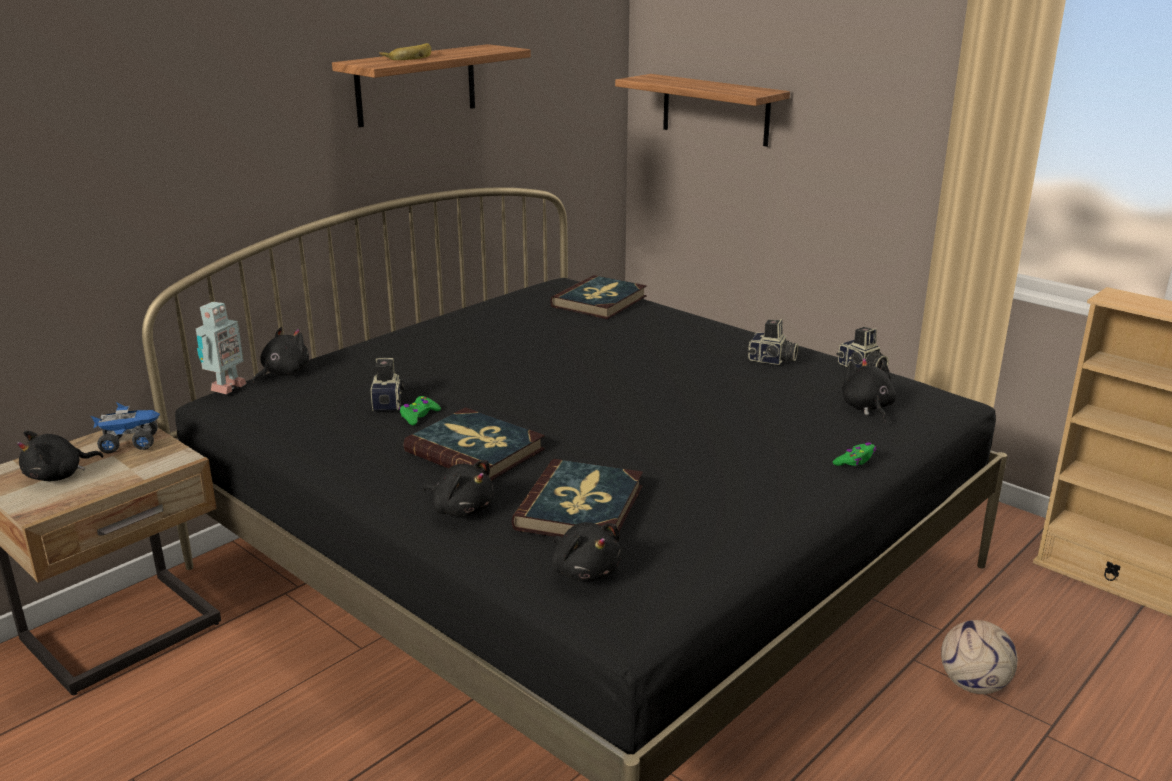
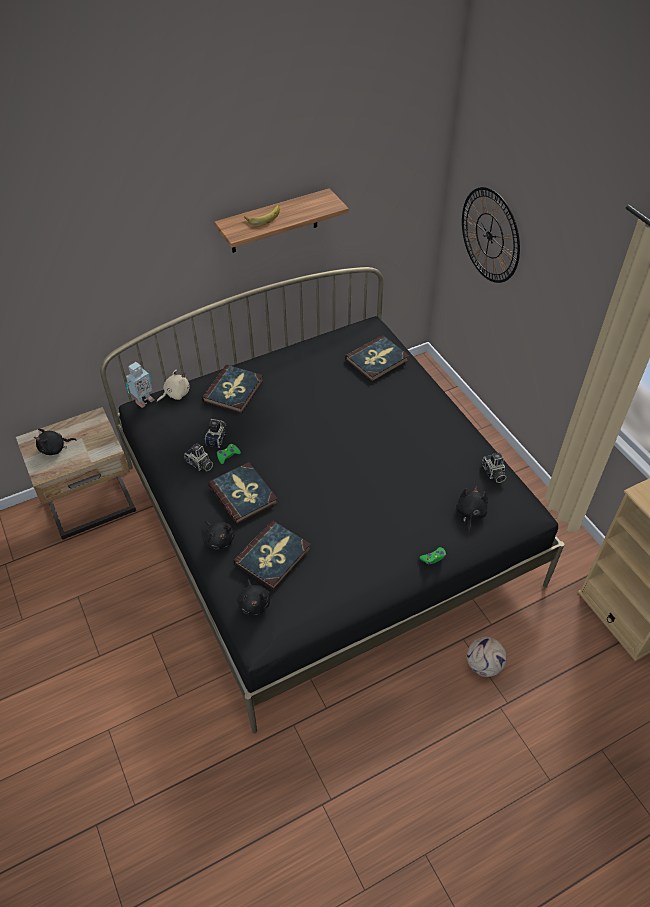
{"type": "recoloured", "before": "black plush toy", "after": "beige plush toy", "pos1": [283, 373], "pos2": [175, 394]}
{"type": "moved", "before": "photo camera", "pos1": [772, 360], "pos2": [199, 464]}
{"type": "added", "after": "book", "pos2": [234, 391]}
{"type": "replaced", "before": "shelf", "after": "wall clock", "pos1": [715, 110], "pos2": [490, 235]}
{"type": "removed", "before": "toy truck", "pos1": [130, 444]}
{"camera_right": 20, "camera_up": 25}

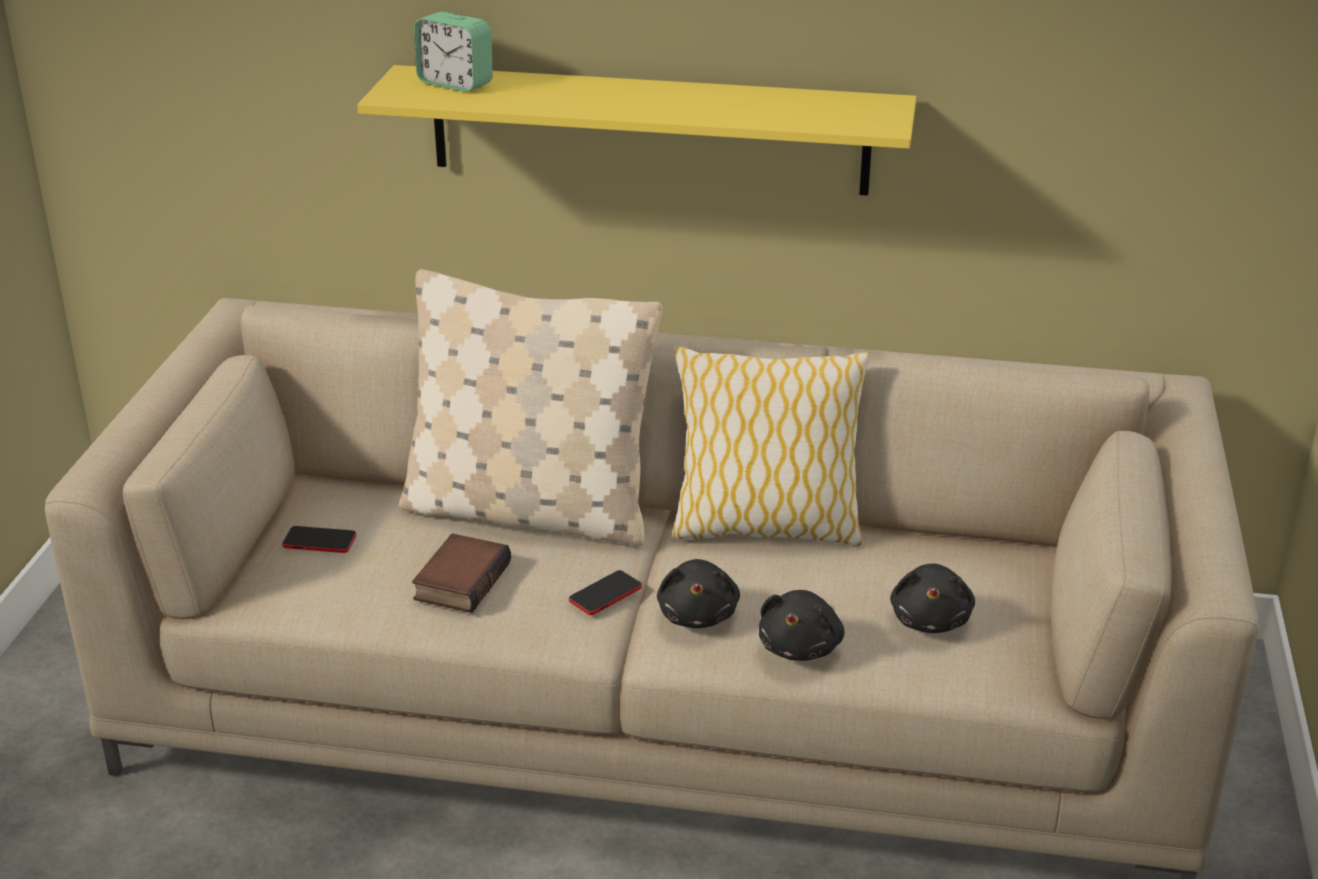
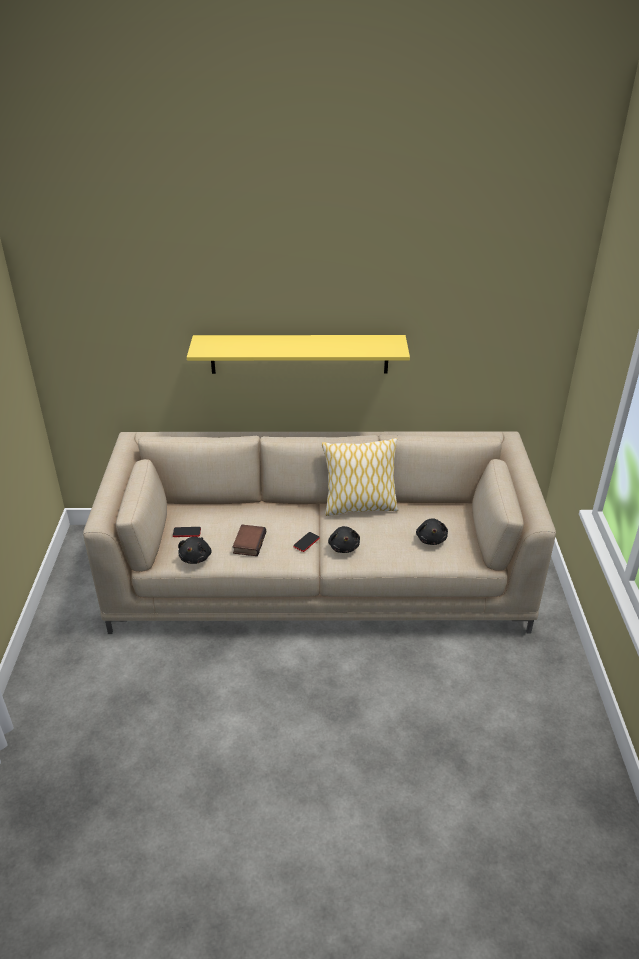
{"type": "moved", "before": "black plush toy", "pos1": [801, 647], "pos2": [196, 557]}
{"type": "removed", "before": "beige pillow", "pos1": [529, 511]}
{"type": "removed", "before": "alarm clock", "pos1": [455, 83]}
{"camera_right": -10, "camera_up": 5}

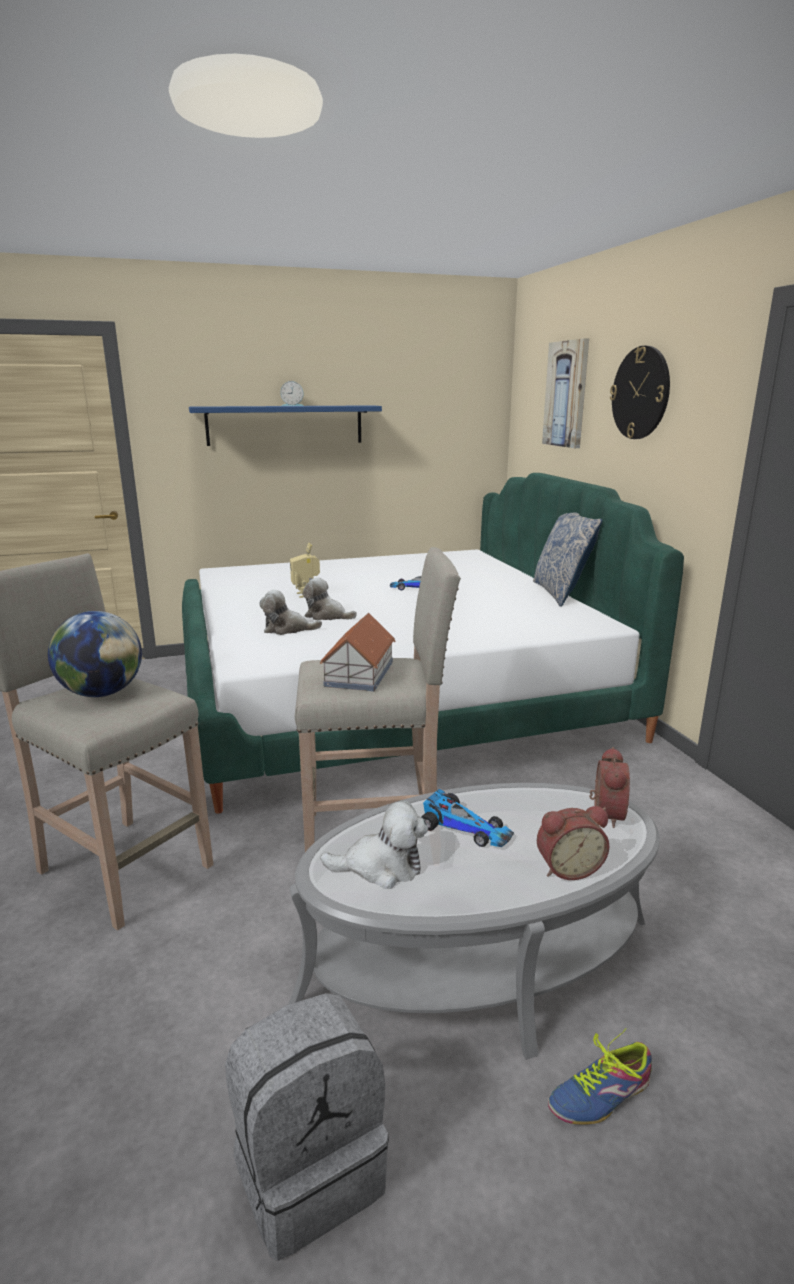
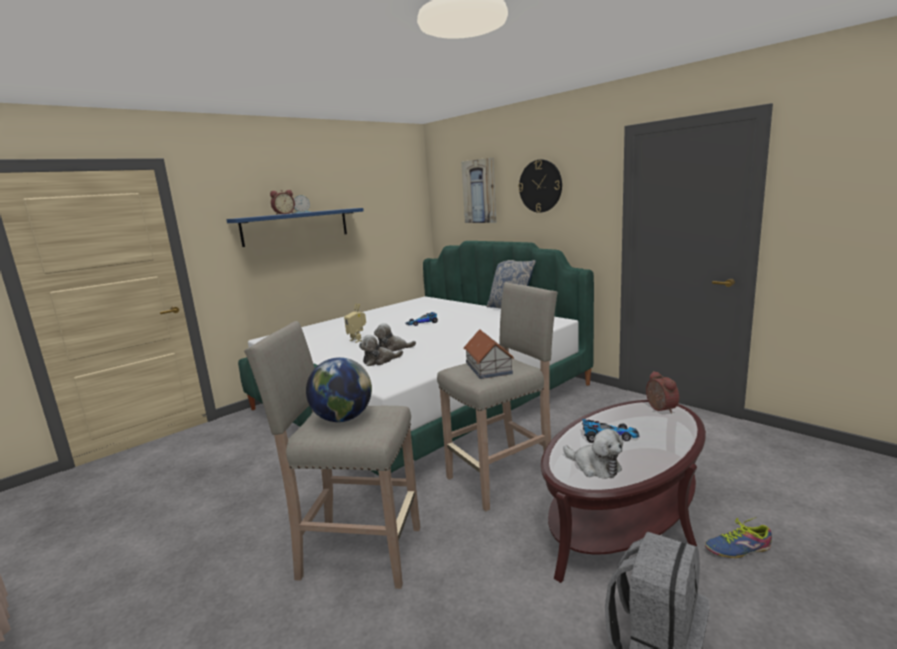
{"type": "moved", "before": "alarm clock", "pos1": [568, 867], "pos2": [284, 214]}
{"type": "recoloured", "before": "grey coffee table", "after": "brown coffee table", "pos1": [478, 960], "pos2": [623, 515]}
{"type": "turned", "before": "plush toy", "pos1": [381, 867], "pos2": [594, 466], "turn": 75}
{"type": "turned", "before": "shoe", "pos1": [601, 1094], "pos2": [738, 549], "turn": 45}
{"camera_right": -25, "camera_up": -5}

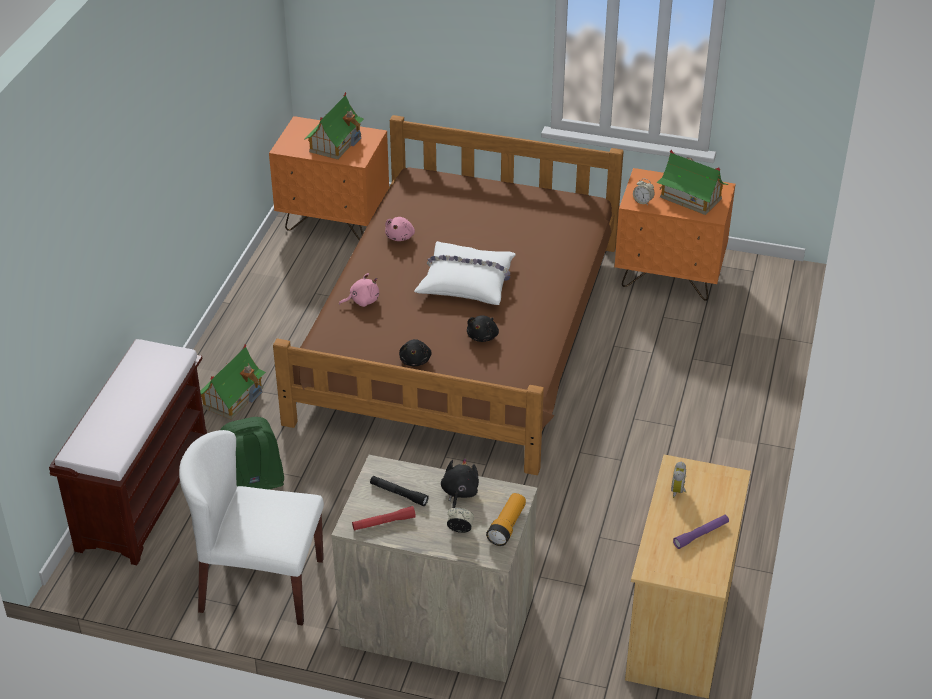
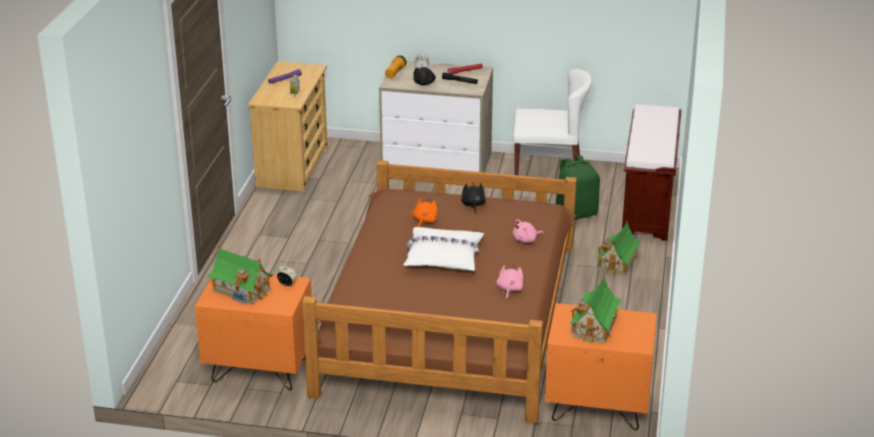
{"type": "recoloured", "before": "black plush toy", "after": "orange plush toy", "pos1": [483, 336], "pos2": [424, 221]}
{"camera_right": 175, "camera_up": -10}

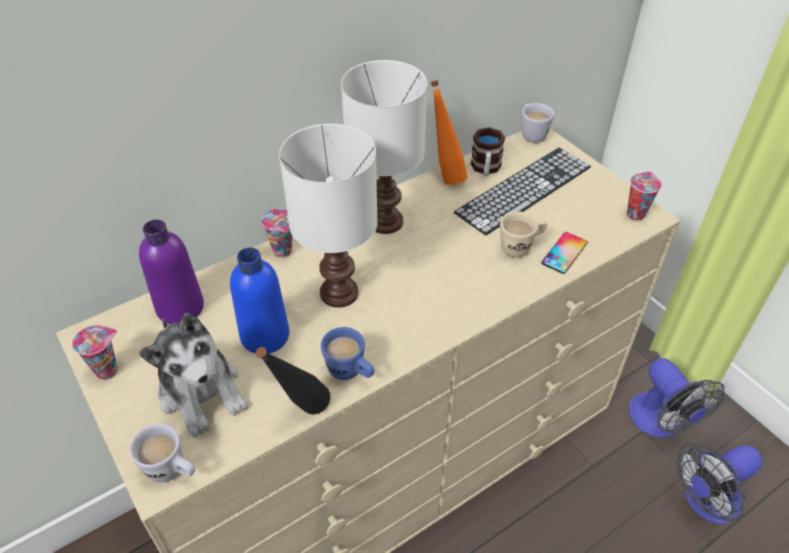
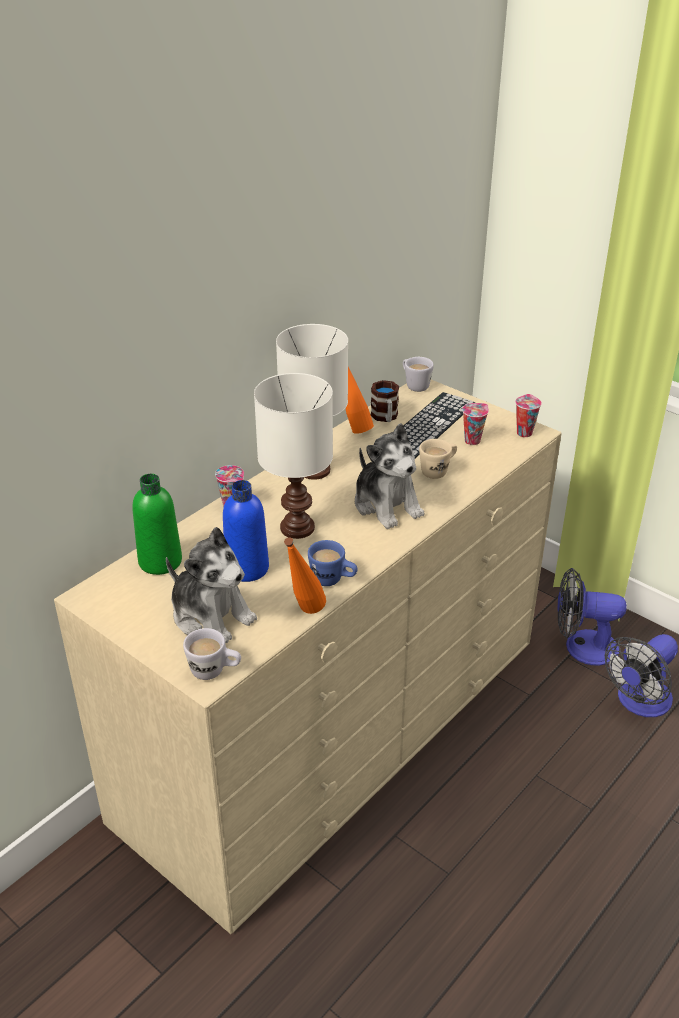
{"type": "recoloured", "before": "purple bottle", "after": "green bottle", "pos1": [180, 307], "pos2": [160, 561]}
{"type": "recoloured", "before": "black bottle", "after": "orange bottle", "pos1": [301, 414], "pos2": [304, 615]}
{"type": "added", "after": "plush toy", "pos2": [387, 505]}
{"type": "moved", "before": "cup", "pos1": [108, 369], "pos2": [472, 440]}
{"type": "turned", "before": "fan", "pos1": [661, 423], "pos2": [581, 647], "turn": 135}
{"type": "removed", "before": "phone", "pos1": [564, 253]}
{"camera_right": -15, "camera_up": -10}

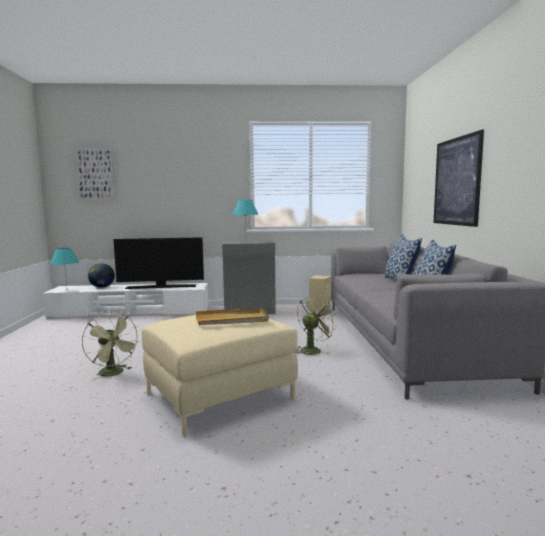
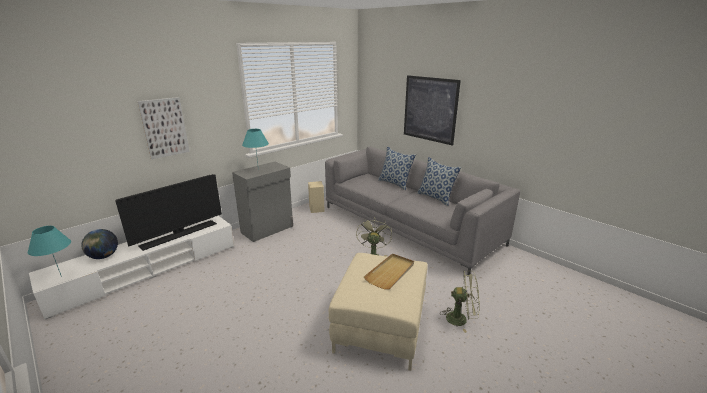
{"type": "moved", "before": "picture", "pos1": [95, 174], "pos2": [164, 127]}
{"type": "moved", "before": "green fan", "pos1": [114, 374], "pos2": [461, 319]}
{"camera_right": -40, "camera_up": 15}

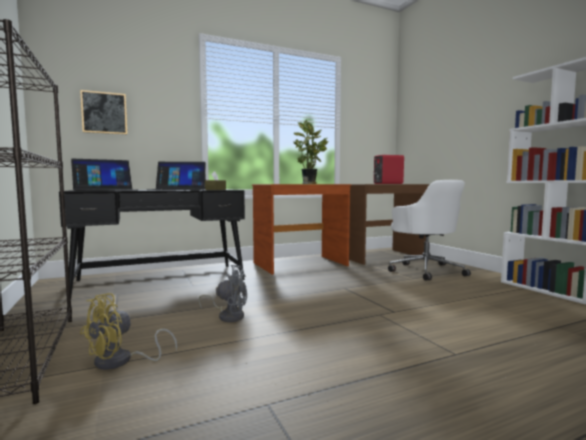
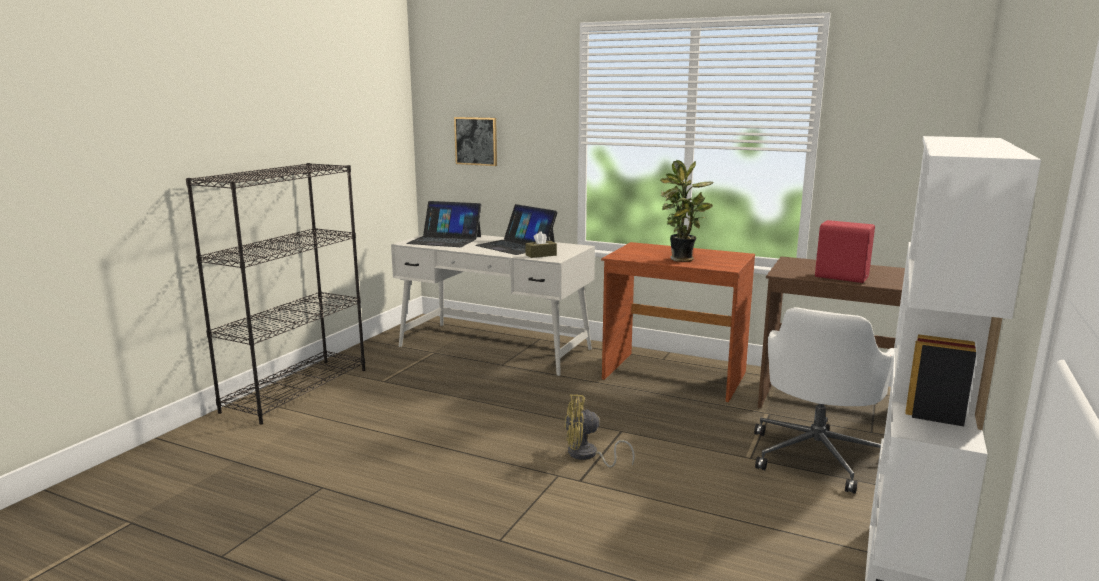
{"type": "recoloured", "before": "black desk", "after": "white desk", "pos1": [161, 280], "pos2": [494, 347]}
{"type": "moved", "before": "yellow fan", "pos1": [121, 361], "pos2": [587, 455]}
{"type": "removed", "before": "grey fan", "pos1": [228, 316]}
{"camera_right": 50, "camera_up": 10}

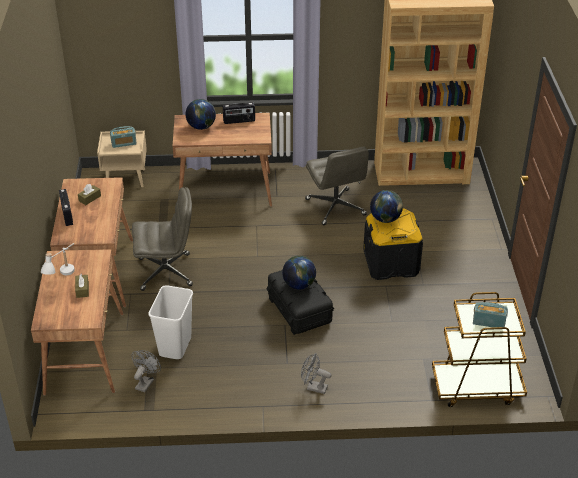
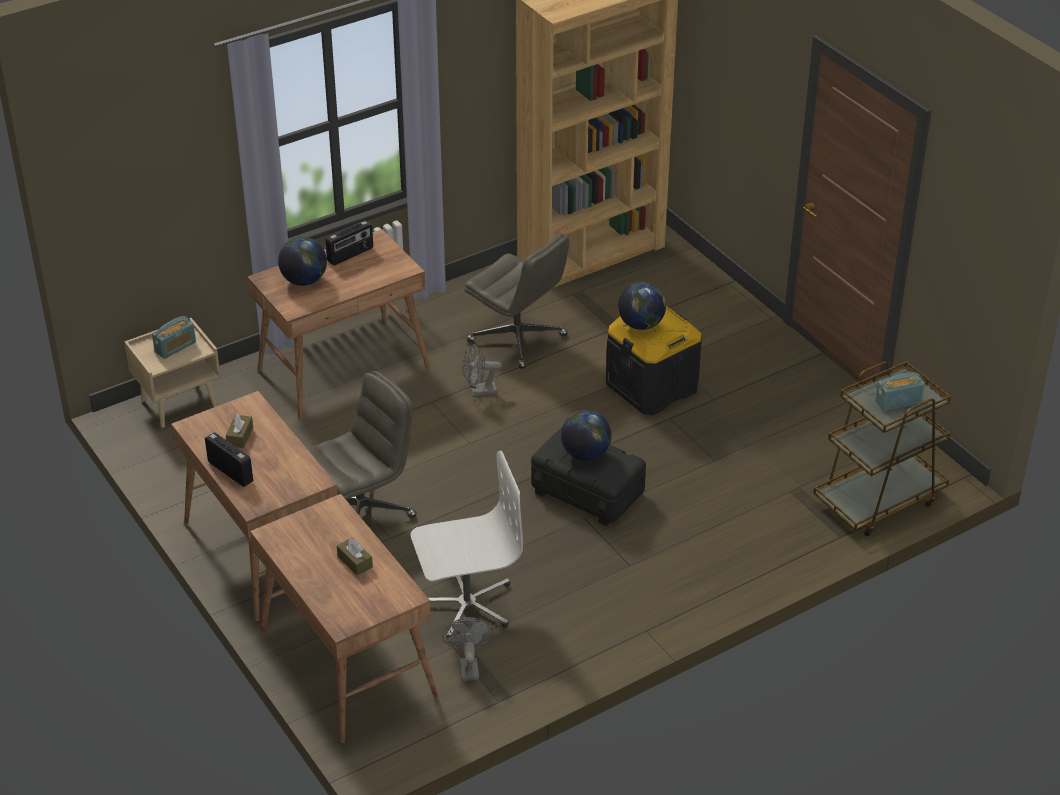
{"type": "replaced", "before": "white trash can", "after": "white office chair", "pos1": [175, 347], "pos2": [466, 604]}
{"type": "moved", "before": "grey fan", "pos1": [313, 387], "pos2": [479, 391]}
{"type": "removed", "before": "white table lamp", "pos1": [63, 277]}
{"camera_right": -30, "camera_up": 0}

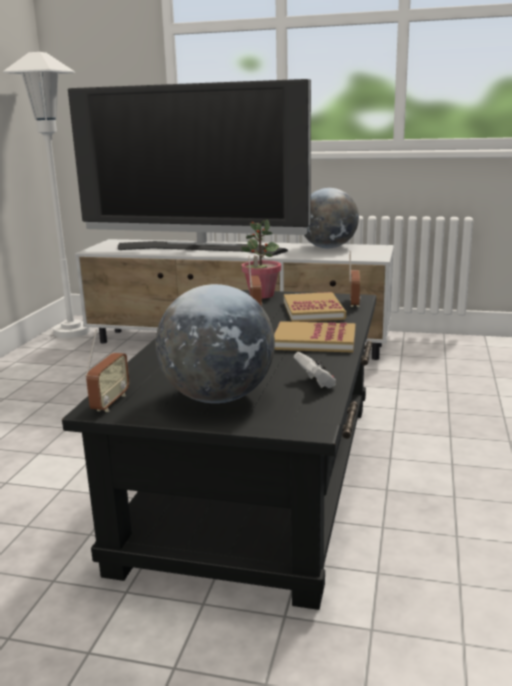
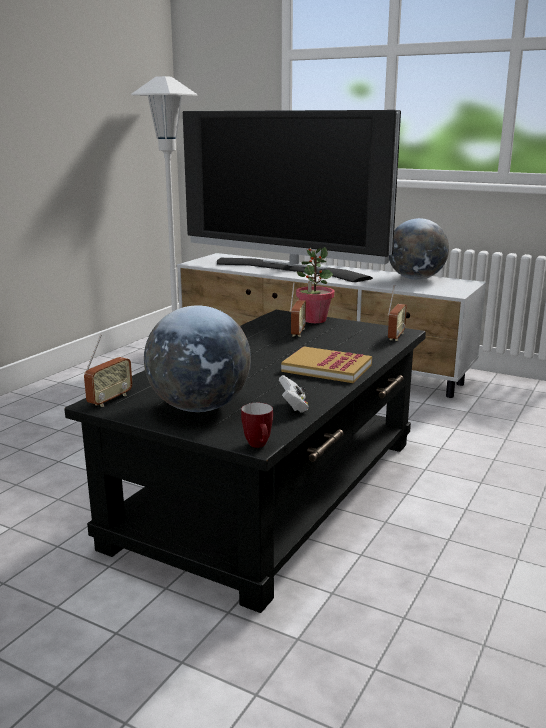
{"type": "added", "after": "mug", "pos2": [259, 446]}
{"type": "removed", "before": "book", "pos1": [313, 310]}
{"camera_right": 15, "camera_up": 0}

